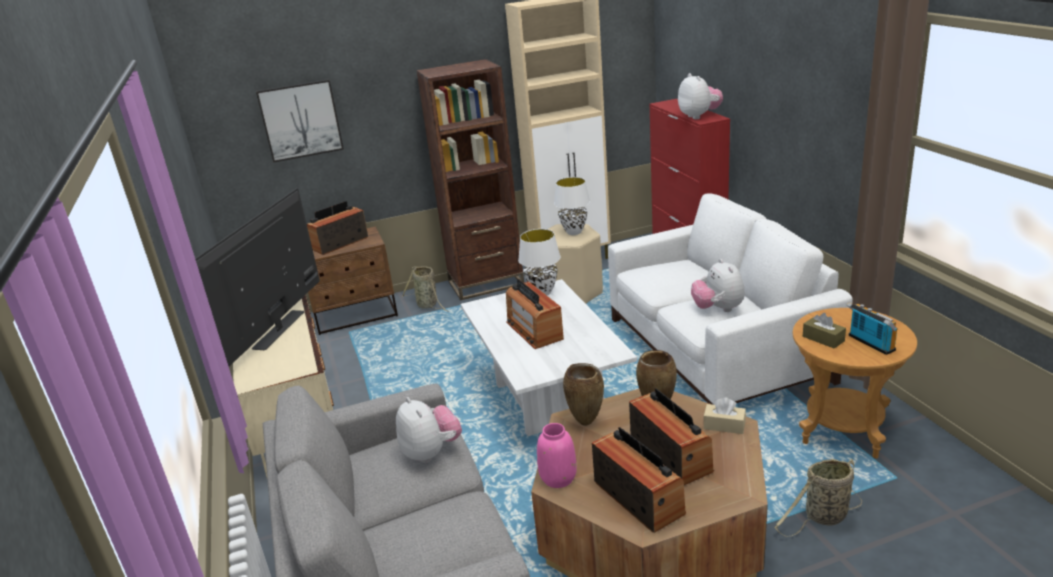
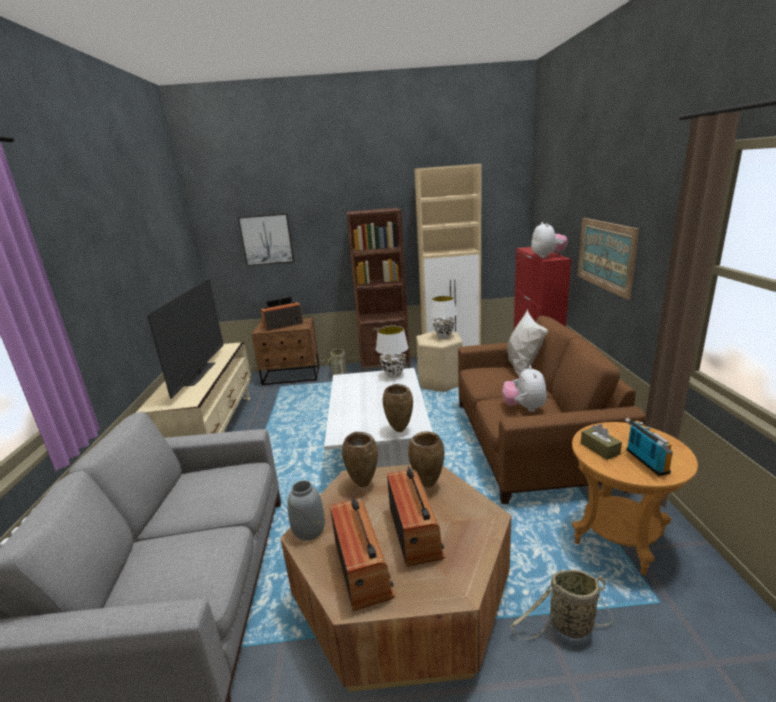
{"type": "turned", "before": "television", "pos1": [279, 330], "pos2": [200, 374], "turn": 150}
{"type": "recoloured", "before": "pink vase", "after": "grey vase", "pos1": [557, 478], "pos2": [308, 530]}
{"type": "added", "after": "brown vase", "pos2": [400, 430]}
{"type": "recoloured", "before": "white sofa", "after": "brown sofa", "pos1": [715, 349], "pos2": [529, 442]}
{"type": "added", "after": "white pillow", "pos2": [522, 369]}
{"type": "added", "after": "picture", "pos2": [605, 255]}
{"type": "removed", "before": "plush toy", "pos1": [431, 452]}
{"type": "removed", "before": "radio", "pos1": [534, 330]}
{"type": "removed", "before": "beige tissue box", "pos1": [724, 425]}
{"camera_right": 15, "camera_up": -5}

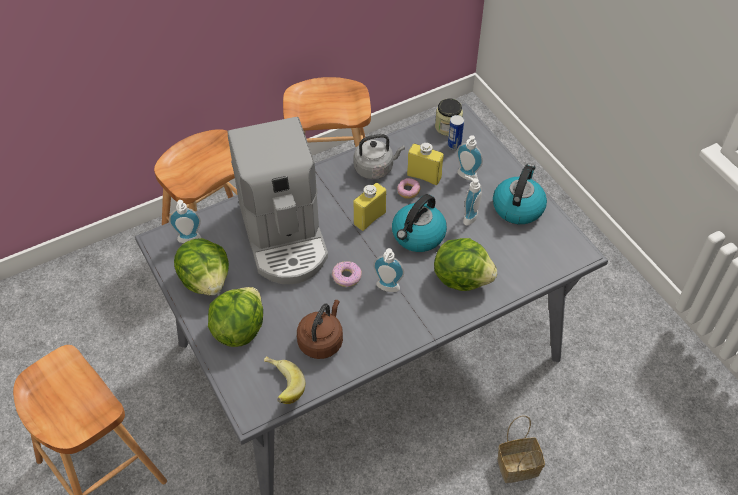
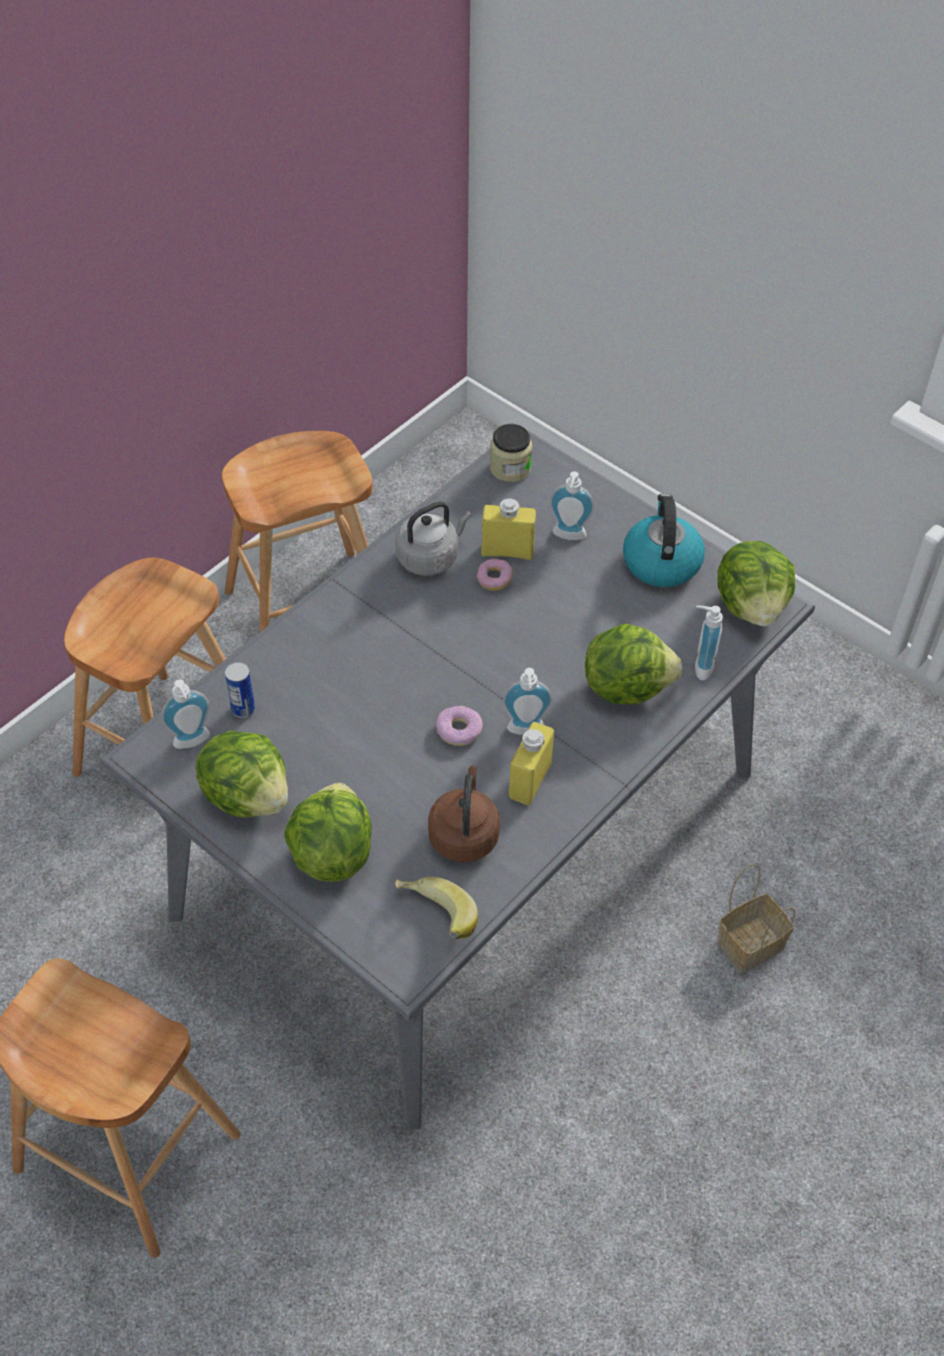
{"type": "moved", "before": "can", "pos1": [454, 145], "pos2": [243, 709]}
{"type": "moved", "before": "yellow bottle", "pos1": [369, 218], "pos2": [530, 780]}
{"type": "moved", "before": "soap dispenser", "pos1": [468, 216], "pos2": [699, 665]}
{"type": "added", "after": "lettuce", "pos2": [752, 606]}
{"type": "removed", "before": "coffee machine", "pos1": [284, 236]}
{"type": "removed", "before": "kettle", "pos1": [418, 236]}
{"camera_right": -20, "camera_up": 0}

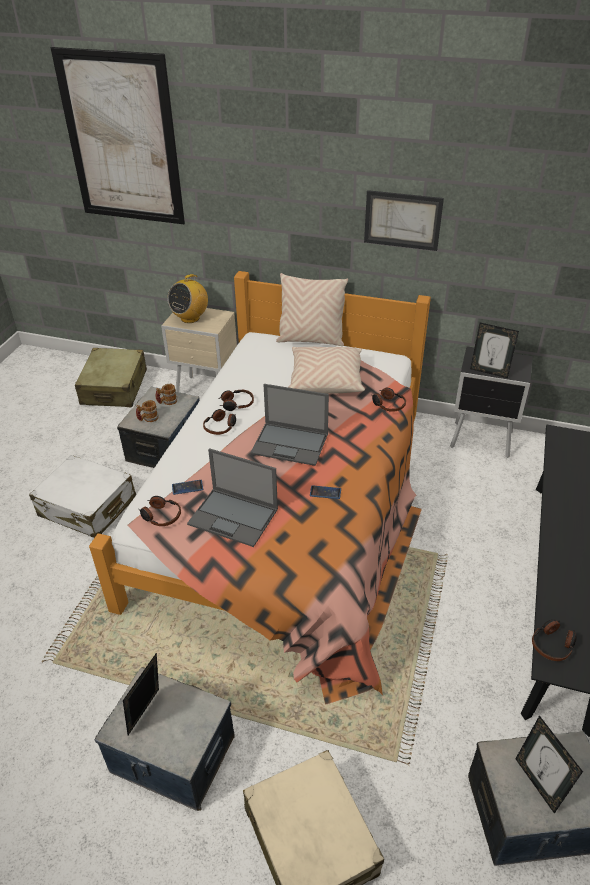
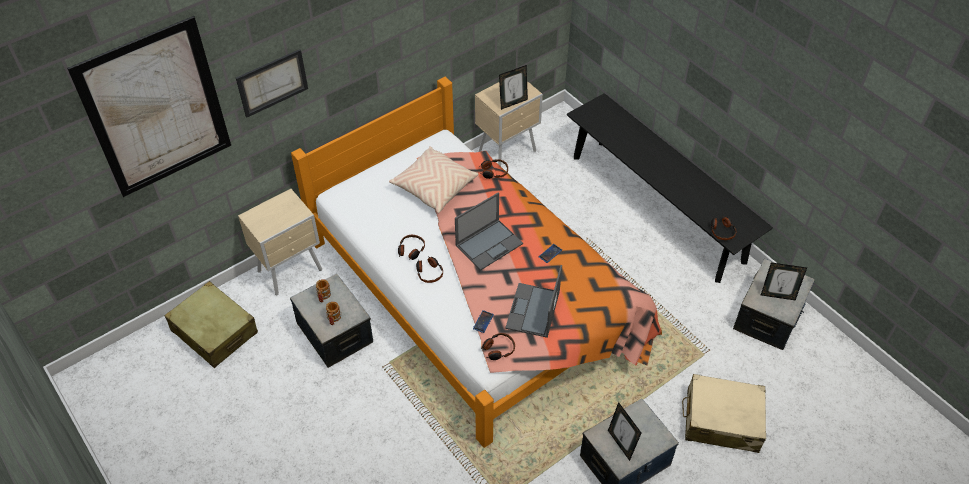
{"type": "moved", "before": "picture", "pos1": [402, 220], "pos2": [272, 82]}
{"type": "recoloured", "before": "black nightstand", "after": "beige nightstand", "pos1": [482, 441], "pos2": [508, 152]}
{"type": "turned", "before": "laptop", "pos1": [234, 517], "pos2": [533, 311], "turn": 135}
{"type": "removed", "before": "white suitcase", "pos1": [87, 507]}
{"type": "removed", "before": "radio", "pos1": [190, 318]}
{"type": "removed", "before": "beige pillow", "pos1": [311, 340]}
{"camera_right": -55, "camera_up": 10}

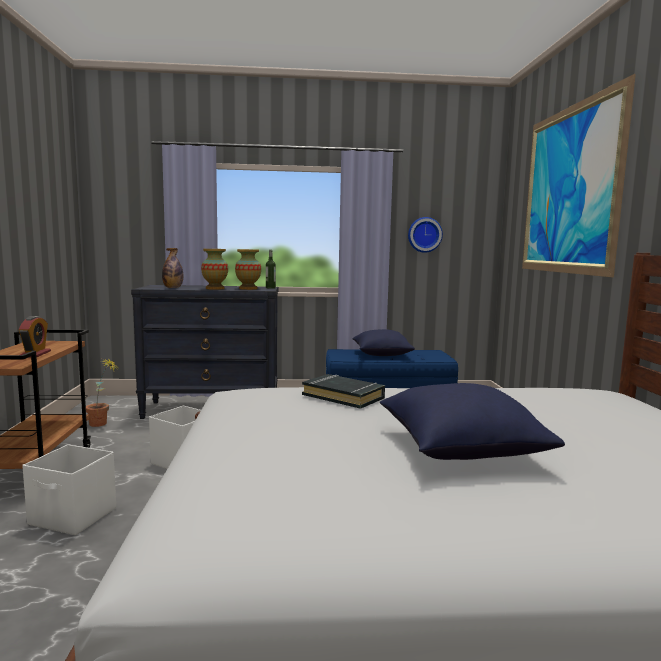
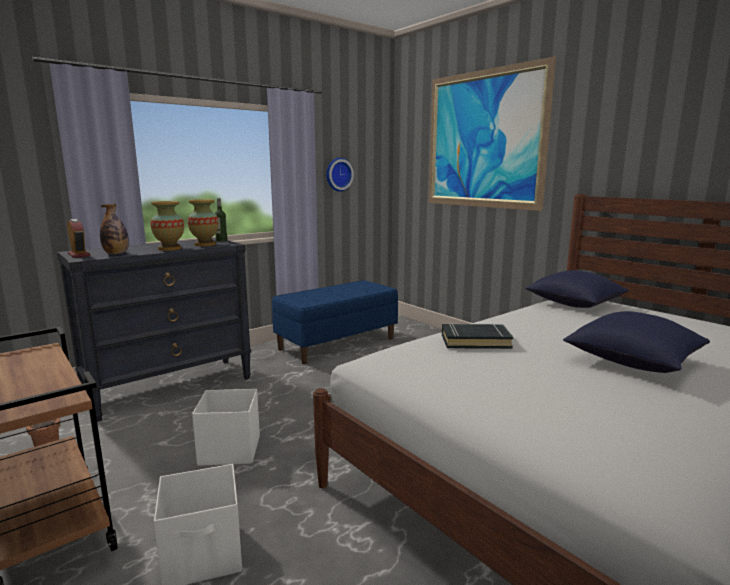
{"type": "moved", "before": "alarm clock", "pos1": [35, 354], "pos2": [79, 255]}
{"type": "moved", "before": "blue pillow", "pos1": [381, 355], "pos2": [574, 304]}
{"camera_right": -35, "camera_up": 5}

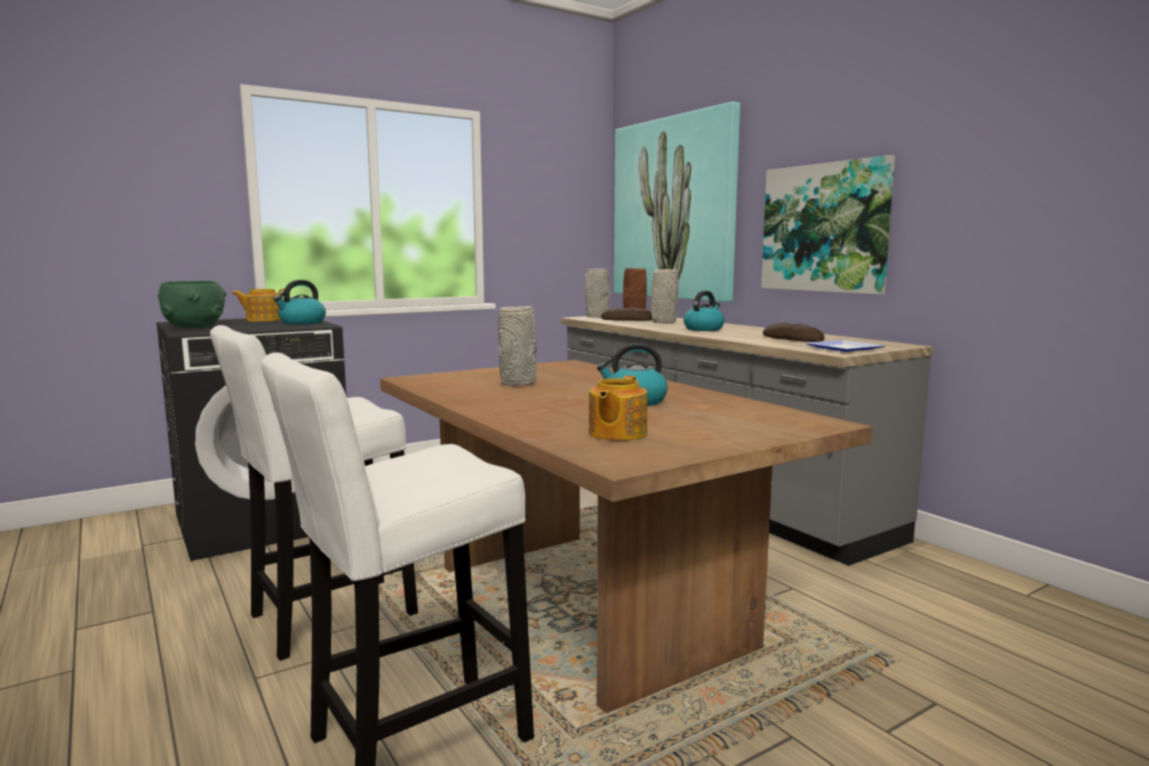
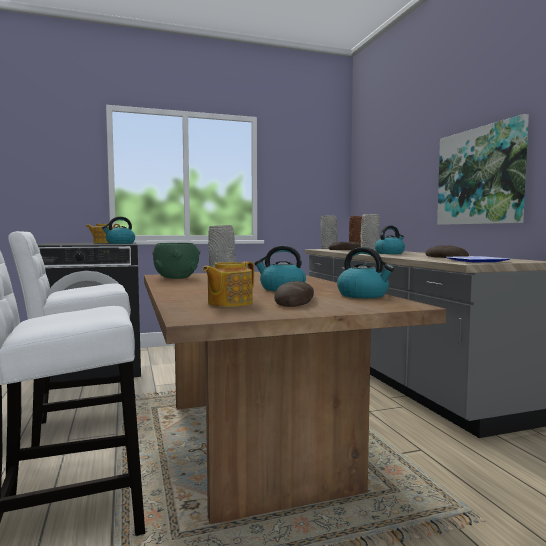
{"type": "moved", "before": "green bowl", "pos1": [194, 327], "pos2": [176, 278]}
{"type": "added", "after": "bread", "pos2": [294, 301]}
{"type": "added", "after": "kettle", "pos2": [363, 295]}
{"type": "removed", "before": "picture", "pos1": [674, 209]}
{"camera_right": 15, "camera_up": -5}

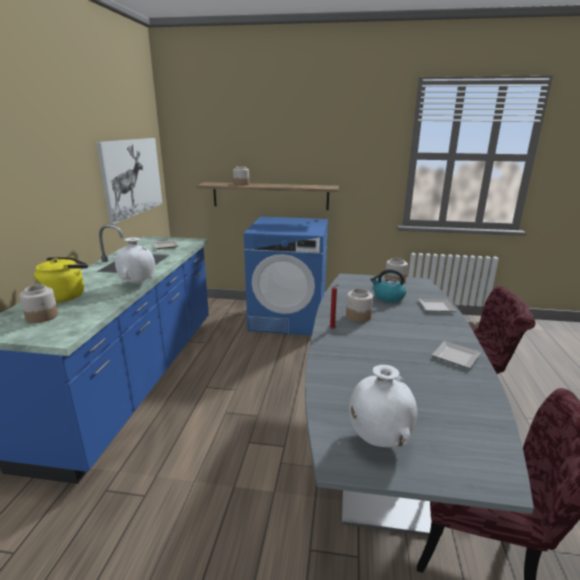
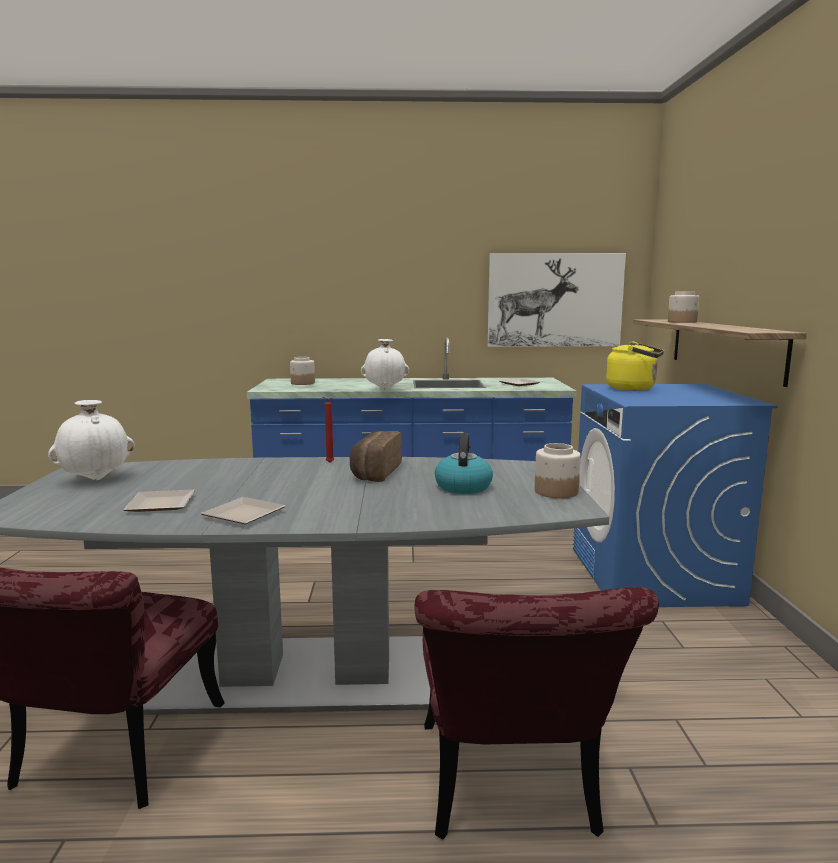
{"type": "moved", "before": "plate", "pos1": [436, 306], "pos2": [162, 505]}
{"type": "replaced", "before": "jar", "after": "bread", "pos1": [358, 316], "pos2": [374, 472]}
{"type": "moved", "before": "yellow kettle", "pos1": [66, 296], "pos2": [634, 388]}
{"camera_right": 80, "camera_up": -10}

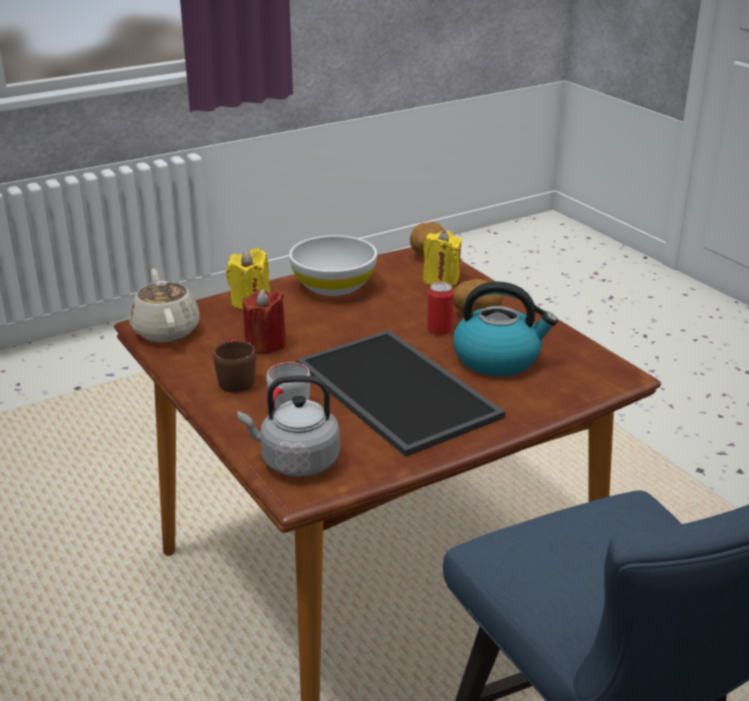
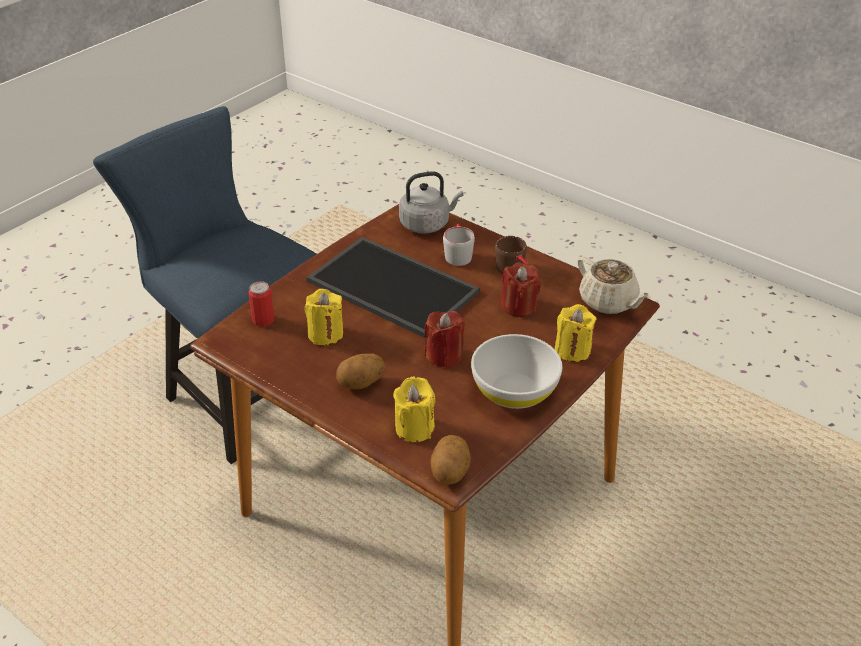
{"type": "moved", "before": "can", "pos1": [439, 329], "pos2": [263, 320]}
{"type": "replaced", "before": "kettle", "after": "yellow candle", "pos1": [498, 358], "pos2": [325, 334]}
{"type": "added", "after": "red candle", "pos2": [444, 355]}
{"camera_right": 160, "camera_up": 10}

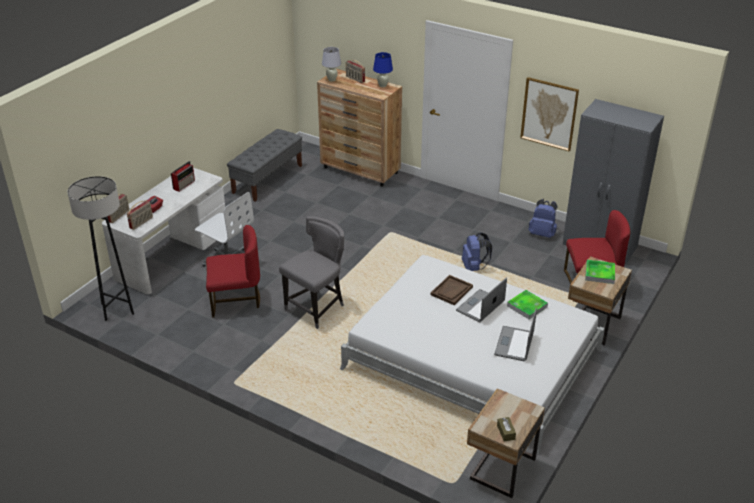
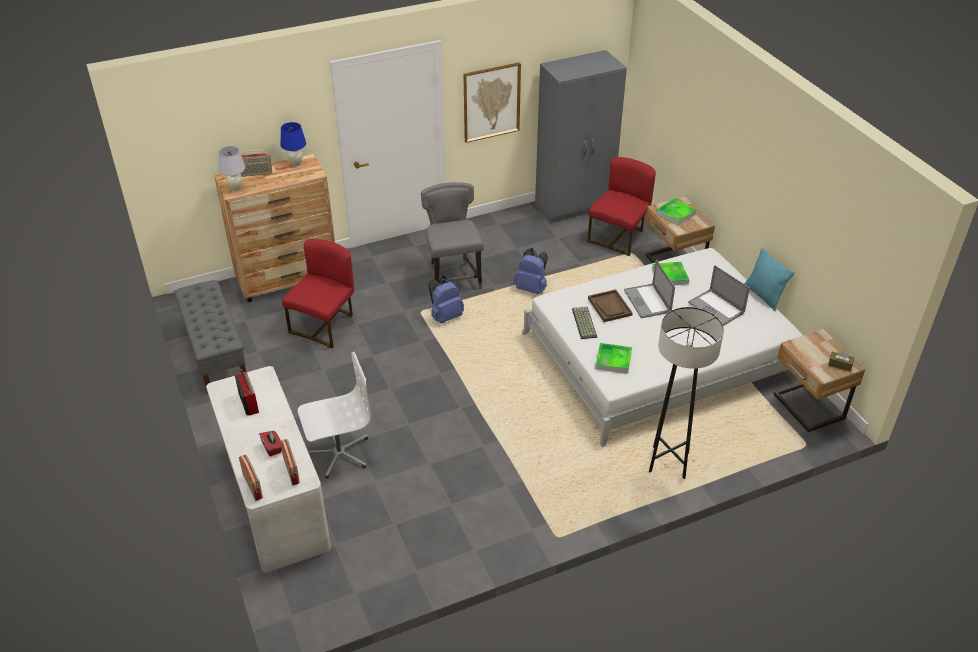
{"type": "moved", "before": "red chair", "pos1": [235, 300], "pos2": [325, 325]}
{"type": "moved", "before": "grey chair", "pos1": [317, 308], "pos2": [453, 278]}
{"type": "moved", "before": "blue backpack", "pos1": [542, 233], "pos2": [445, 316]}
{"type": "added", "after": "keyboard", "pos2": [583, 323]}
{"type": "added", "after": "tray", "pos2": [613, 360]}
{"type": "moved", "before": "grey floor lamp", "pos1": [117, 309], "pos2": [668, 462]}
{"type": "added", "after": "turquoise pillow", "pos2": [763, 296]}
{"camera_right": -55, "camera_up": 5}

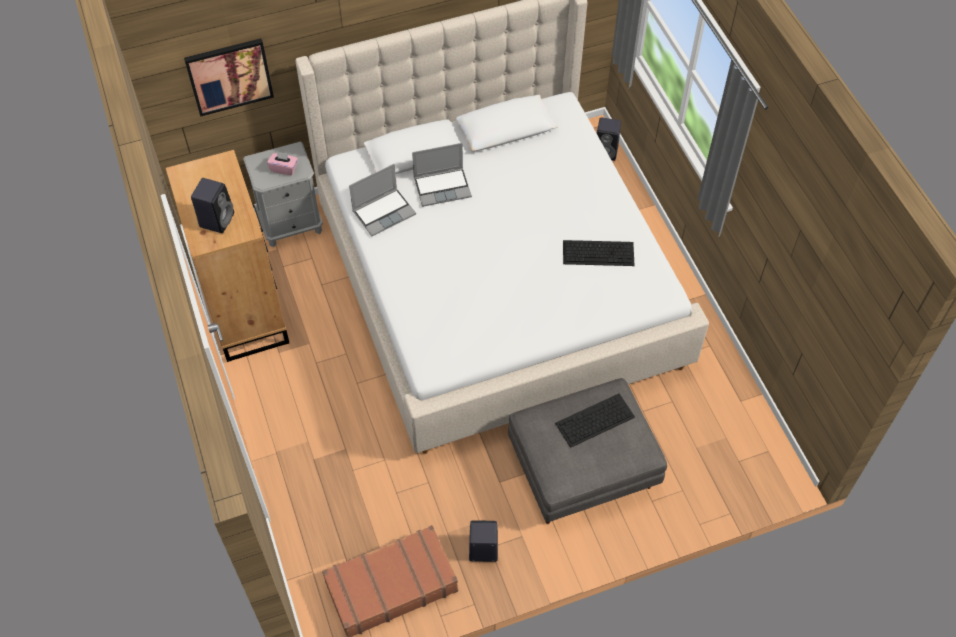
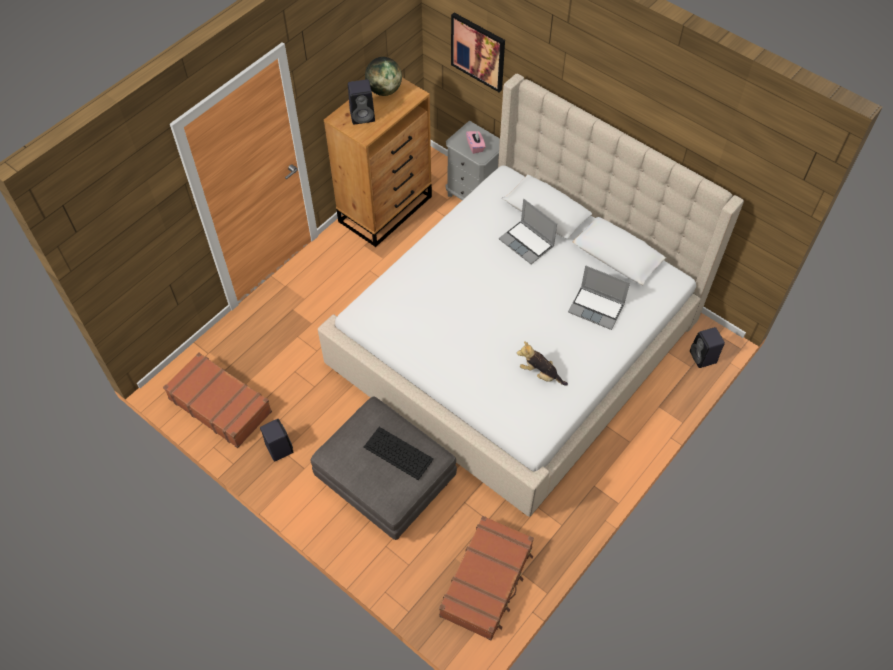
{"type": "added", "after": "globe", "pos2": [384, 90]}
{"type": "added", "after": "brown suitcase", "pos2": [487, 581]}
{"type": "replaced", "before": "keyboard", "after": "plush toy", "pos1": [599, 253], "pos2": [540, 373]}
{"type": "moved", "before": "laptop", "pos1": [384, 212], "pos2": [597, 308]}
{"camera_right": 60, "camera_up": 0}

